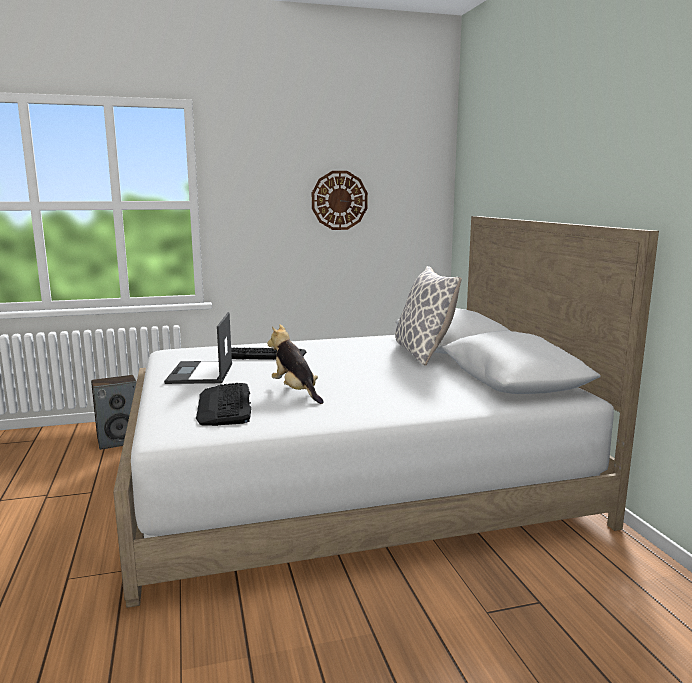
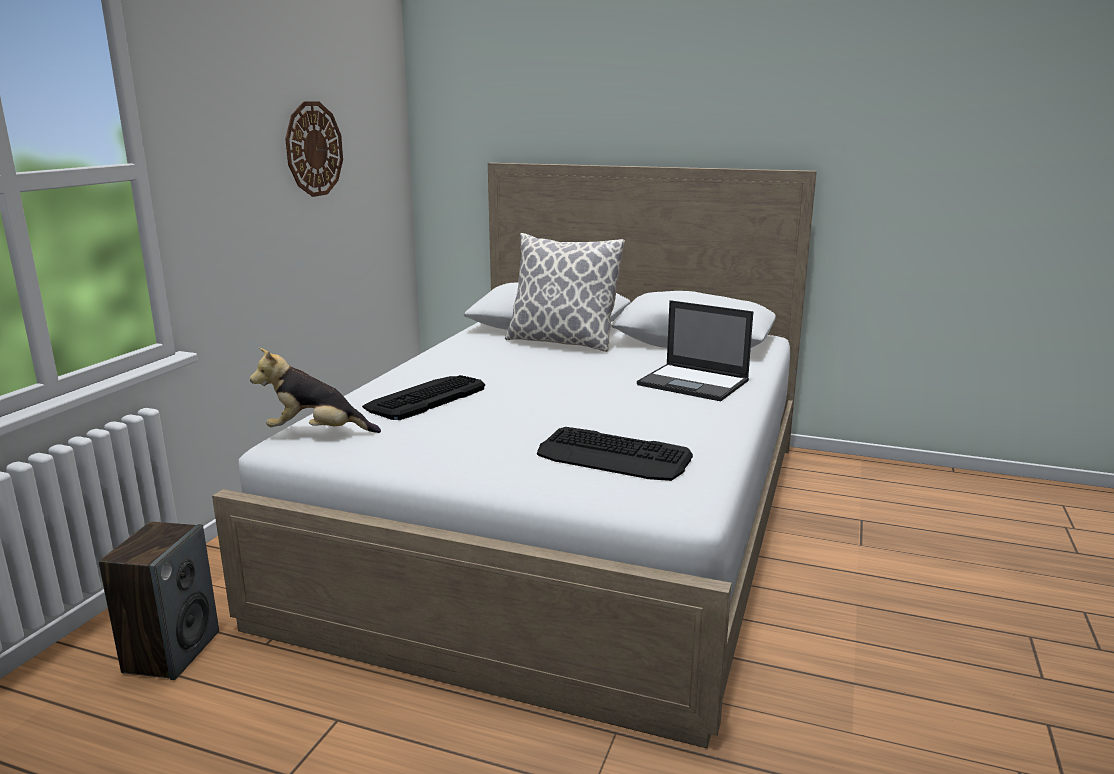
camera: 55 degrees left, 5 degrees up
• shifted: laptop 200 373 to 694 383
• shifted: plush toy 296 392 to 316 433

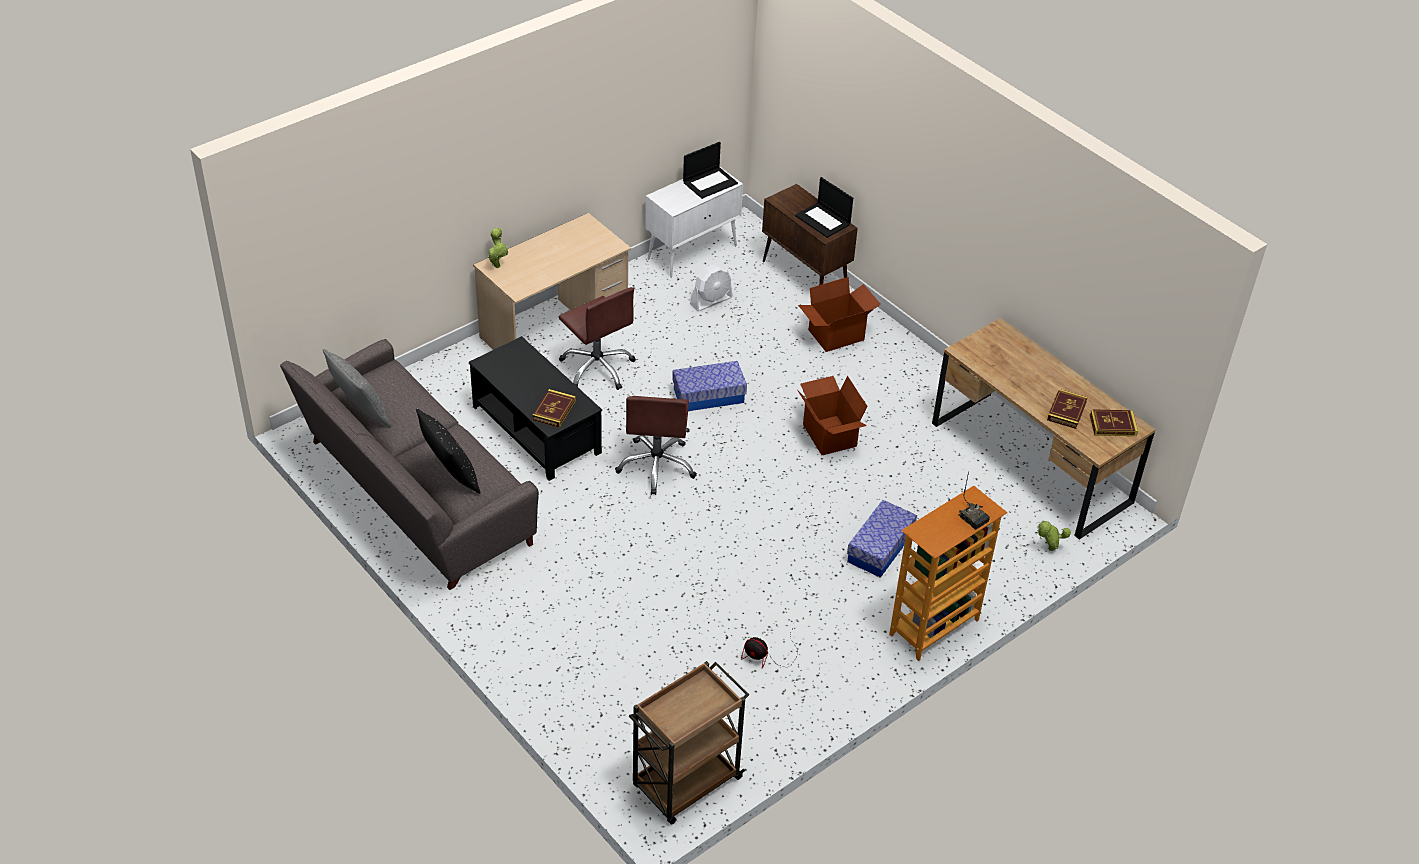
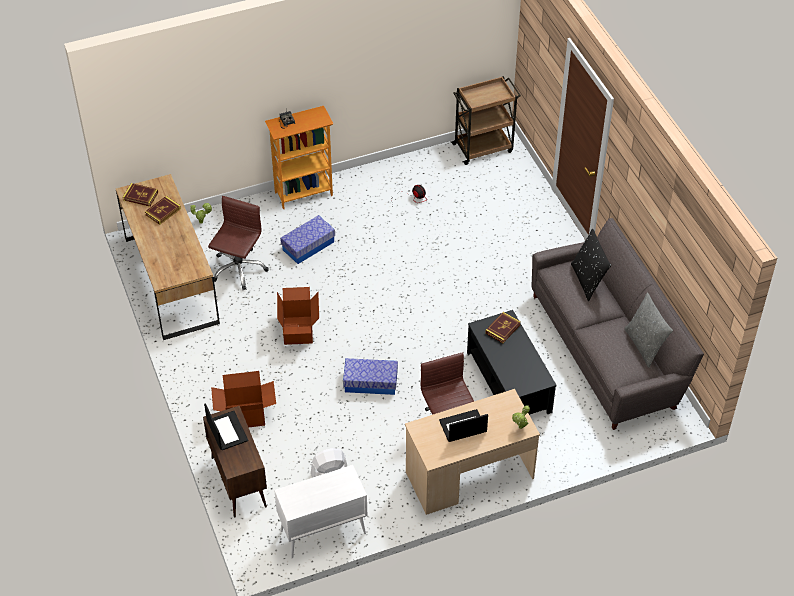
camera: 160 degrees left, 5 degrees up
• shifted: laptop 710 182 to 462 427
• shifted: computer chair (brown-coloured) 657 466 to 238 269

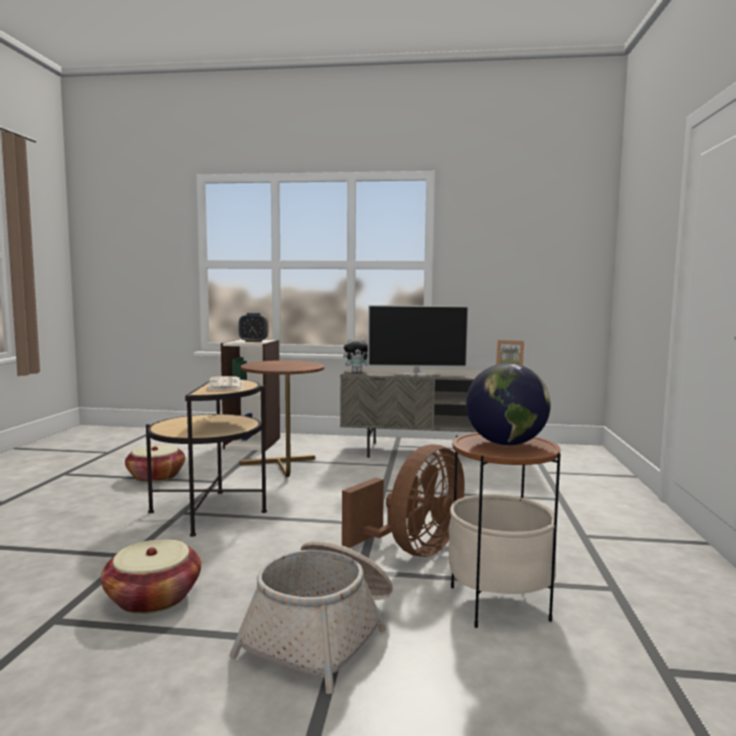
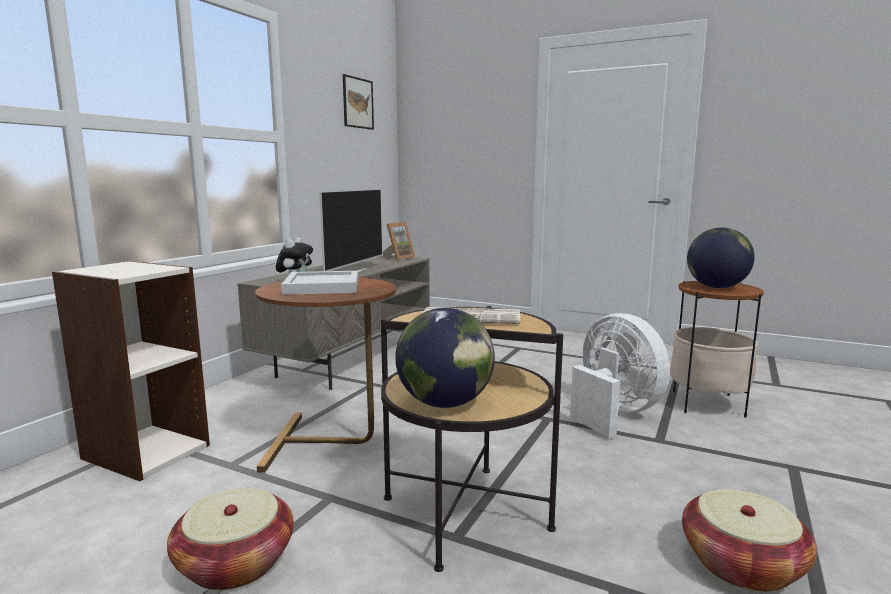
camera: 70 degrees left, 5 degrees up
• gone: bedside clock 253 341
• repainted: cooling fan (brown-coloured) 413 550 to cooling fan (white) 613 413
• gone: basket 322 633
• new: wall art 358 103
• new: tray (white) 323 286
• new: world globe 445 403

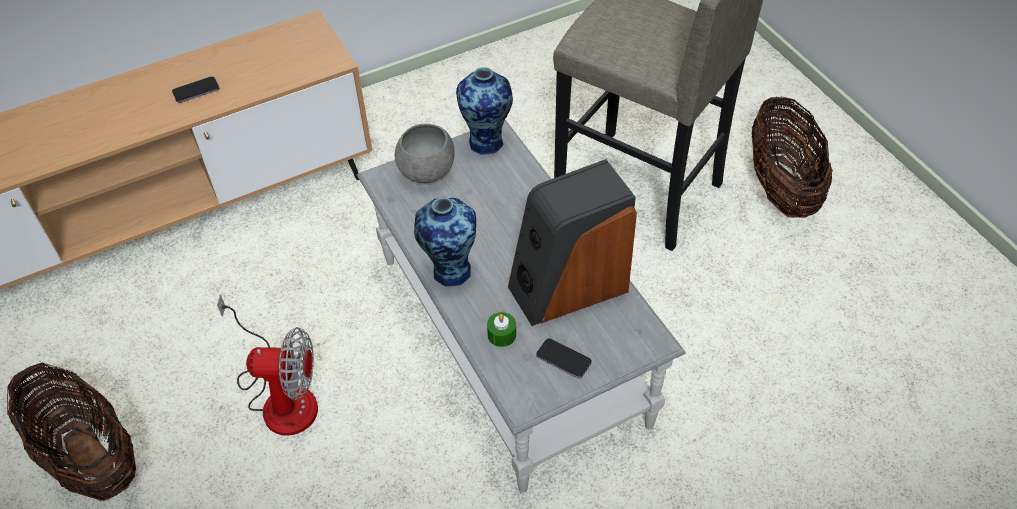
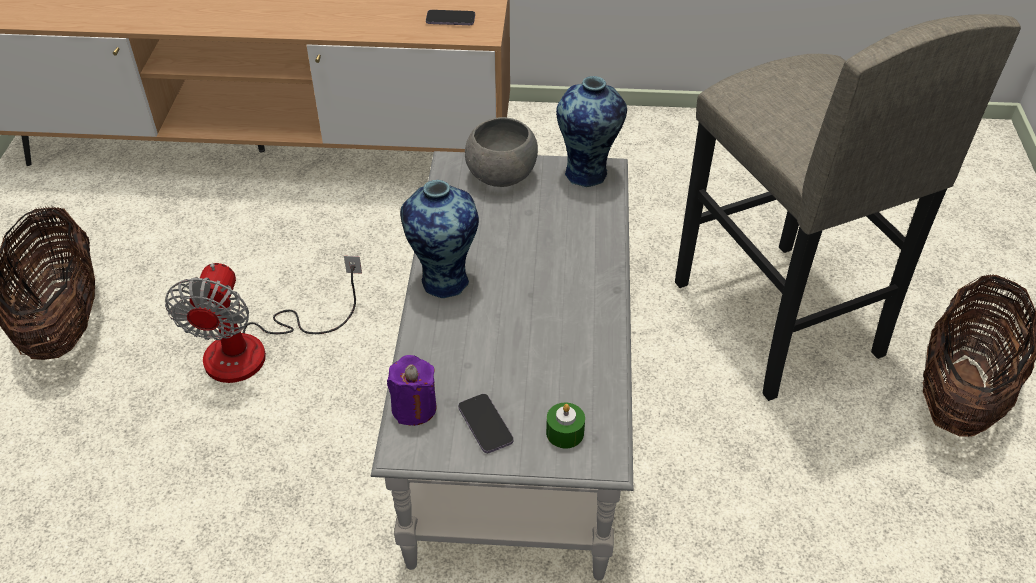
camera: 30 degrees right, 5 degrees down
• shifted: handset 196 91 to 450 19
• gone: speaker 568 287
• rotated: cooling fan 281 396 = 257 349 60 degrees clockwise
• shifted: candle (greenish) 502 335 to 565 433
• new: candle (purple) 414 408

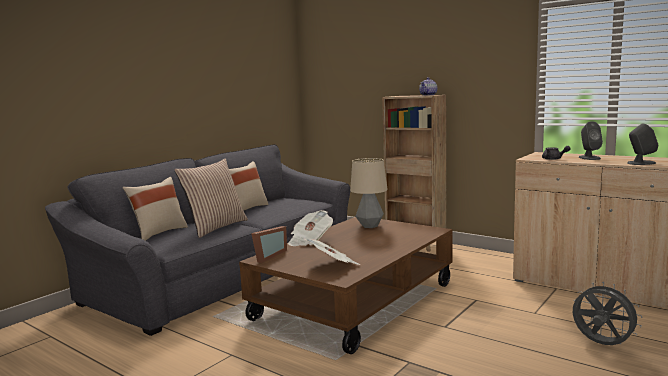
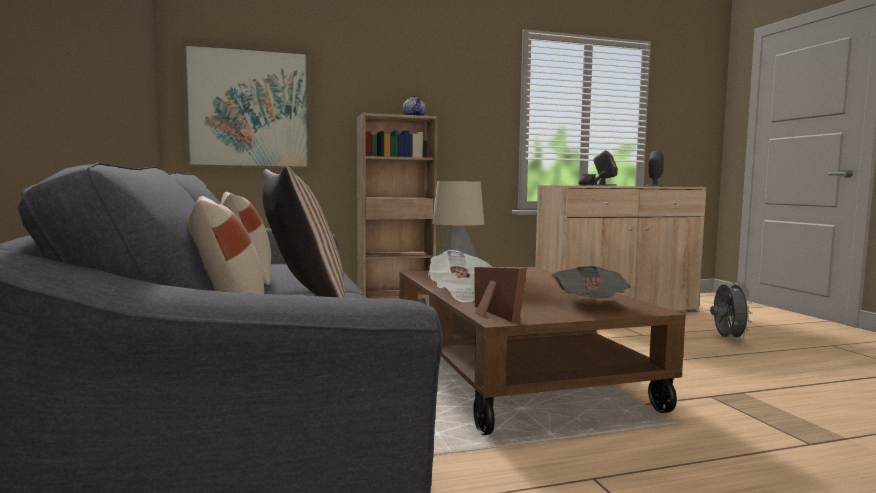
camera: 55 degrees left, 5 degrees down
• rotated: cooling fan (gray) 601 344 = 727 339 105 degrees clockwise
• new: wall art 248 108

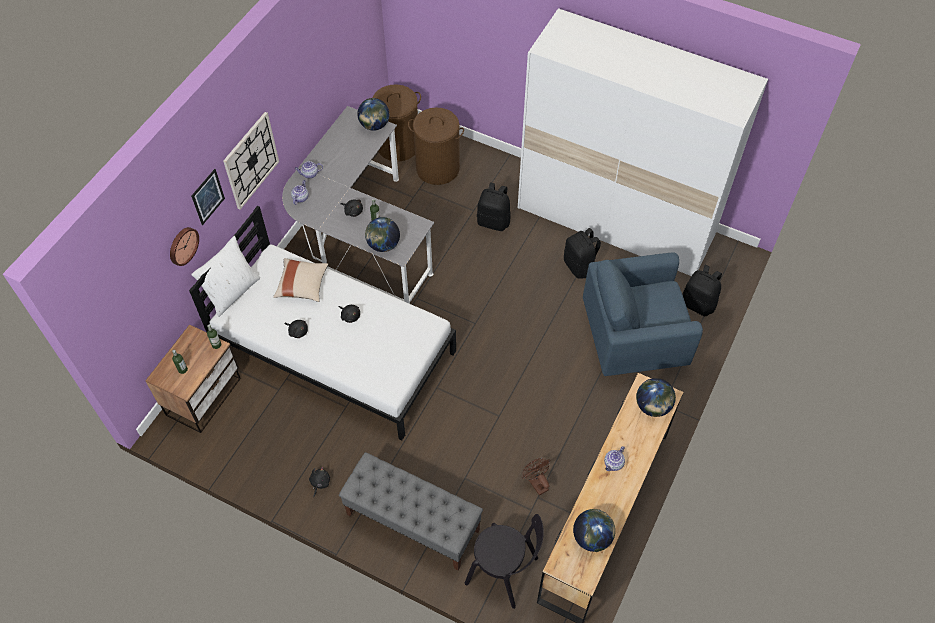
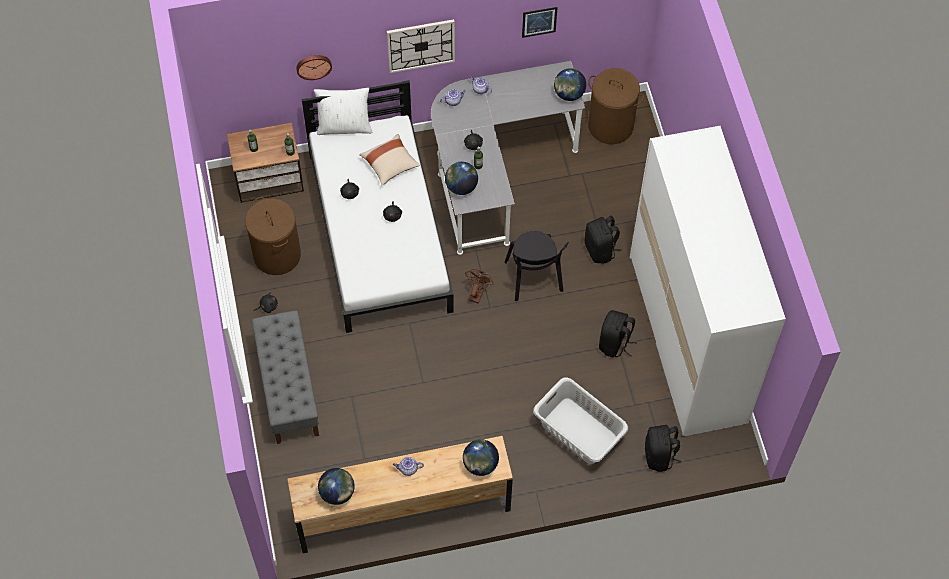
camera: 50 degrees right, 5 degrees up
• shifted: hamper (brown-coloured) 437 169 to 276 255
• shifted: wall art 208 197 to 539 21
• swapped: lounge chair (blue-coloured) 634 339 to hamper (gray) 578 430
• shifted: cooling fan (brown-coloured) 536 483 to 477 292
• shifted: plain chair (black) 505 572 to 534 279

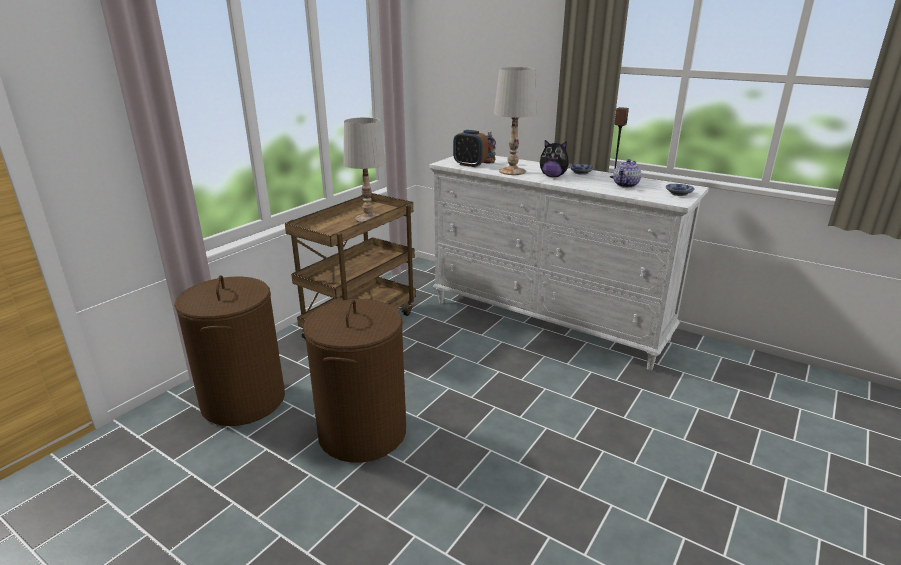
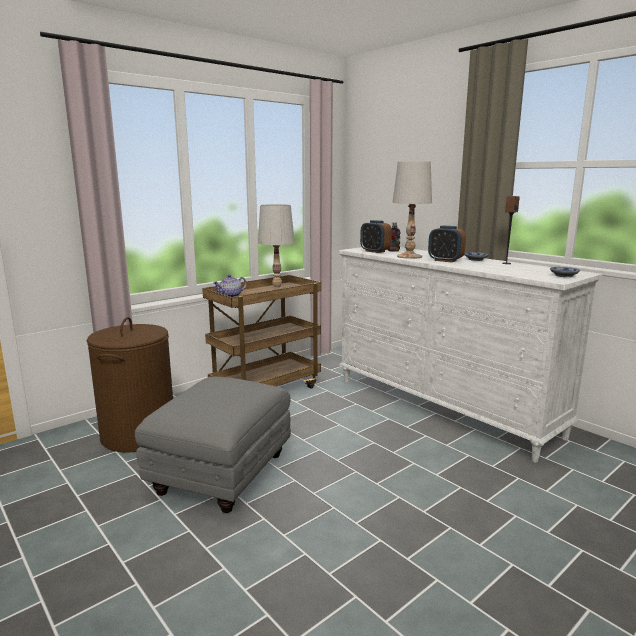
camera: 15 degrees right, 10 degrees down
• swapped: plush toy 553 176 to bedside clock 445 260
• shifted: tea pot 626 185 to 230 296
• swapped: hamper (brown-coloured) 362 432 to footrest (gray) 222 473

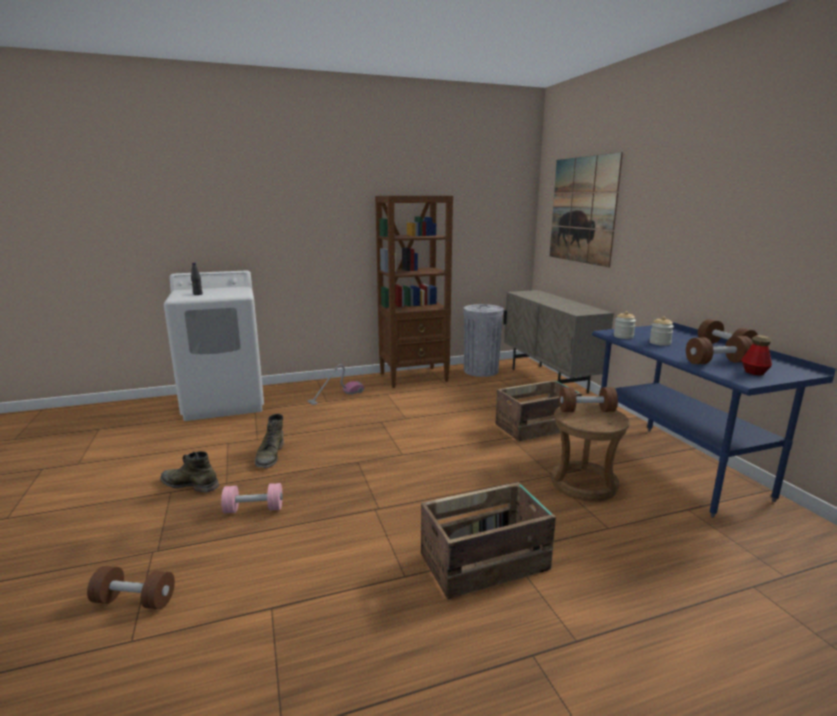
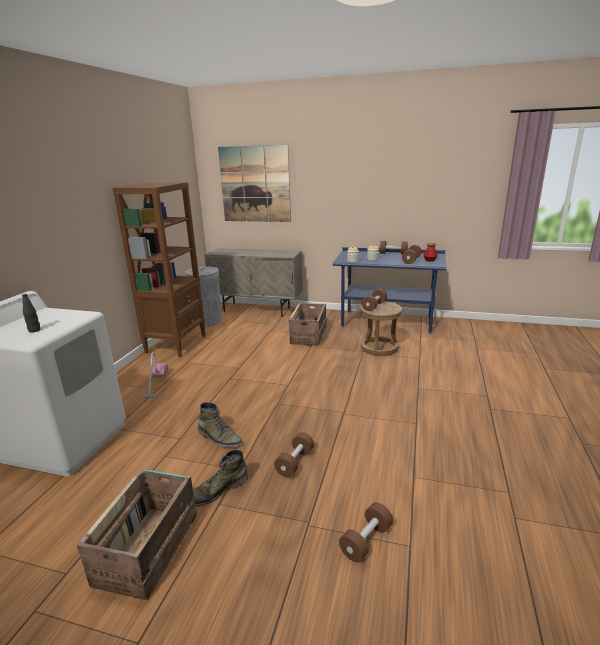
camera: 55 degrees left, 5 degrees up
• shifted: packing crate 486 562 to 149 547
• repainted: dumbbell (pink-coloured) 254 509 to dumbbell (brown-coloured) 295 462

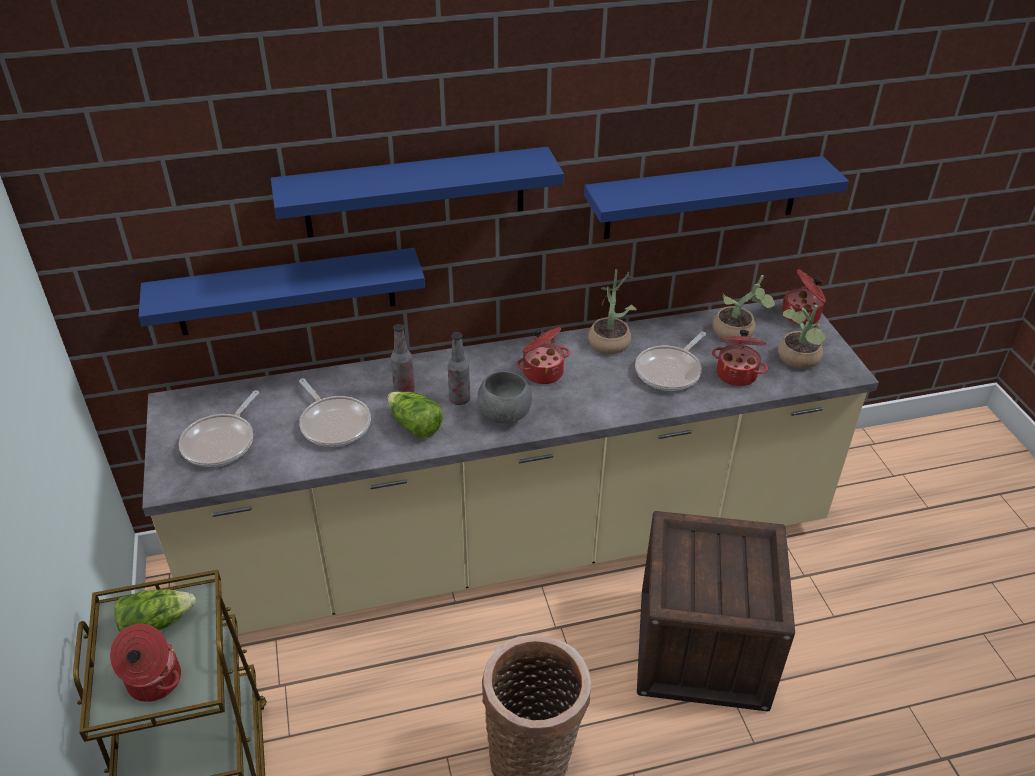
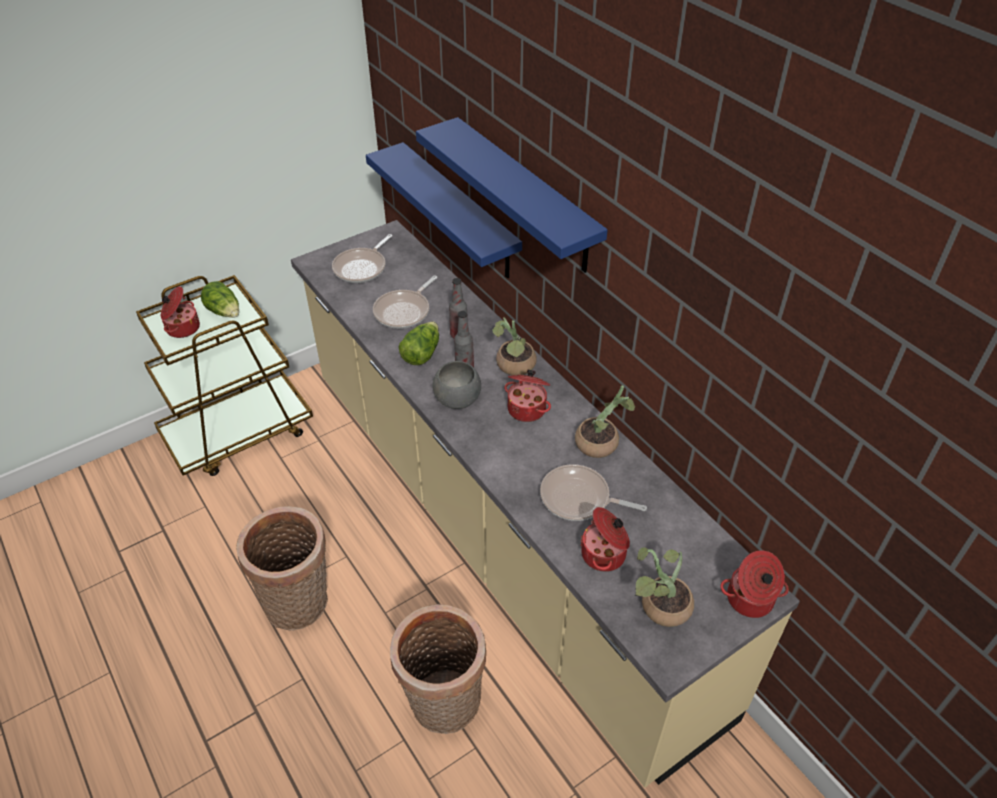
camera: 70 degrees right, 5 degrees up
• gone: bracket shelf (blue-coloured) 702 198
• shifted: potted plant 737 334 to 514 367
• rotated: frying pan 221 442 = 362 267 60 degrees counterclockwise
• swapped: packing crate 702 648 to basket 444 706

